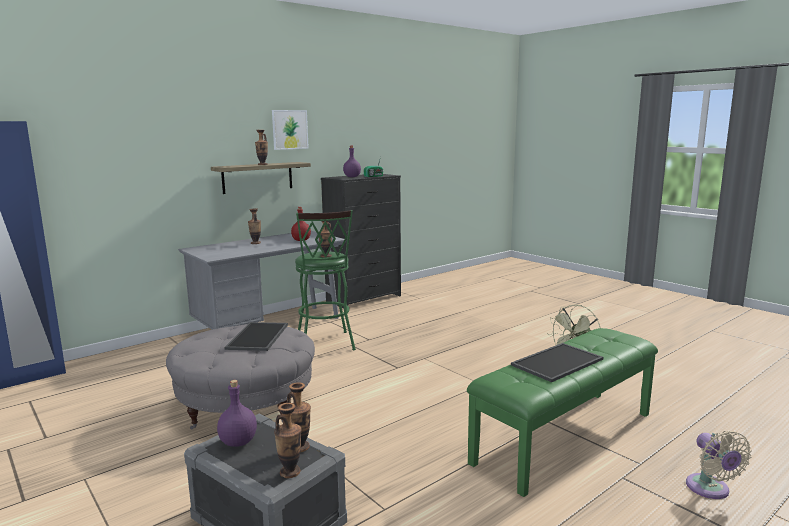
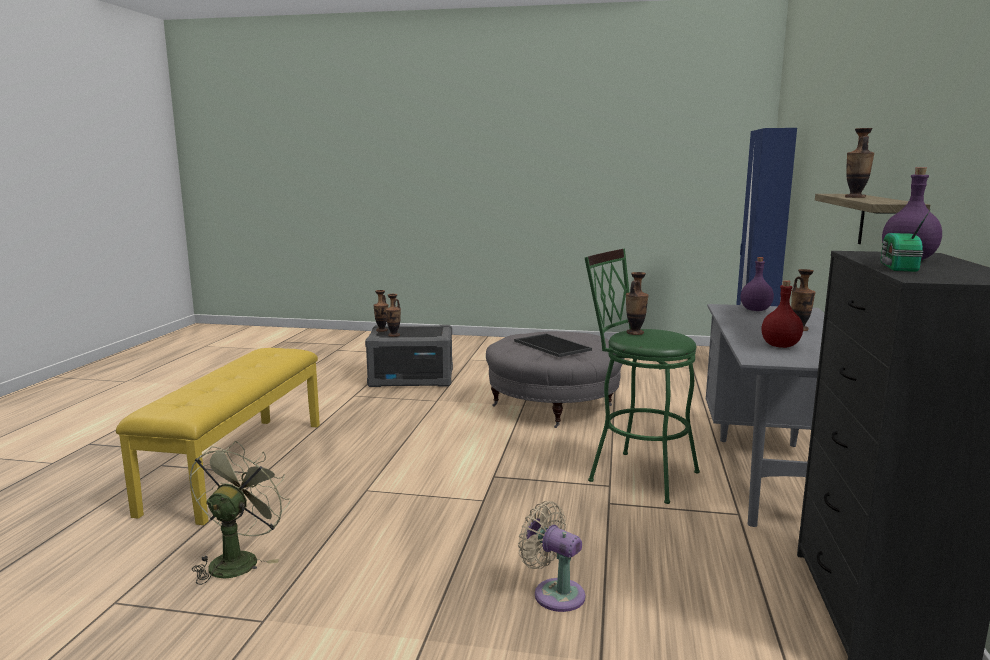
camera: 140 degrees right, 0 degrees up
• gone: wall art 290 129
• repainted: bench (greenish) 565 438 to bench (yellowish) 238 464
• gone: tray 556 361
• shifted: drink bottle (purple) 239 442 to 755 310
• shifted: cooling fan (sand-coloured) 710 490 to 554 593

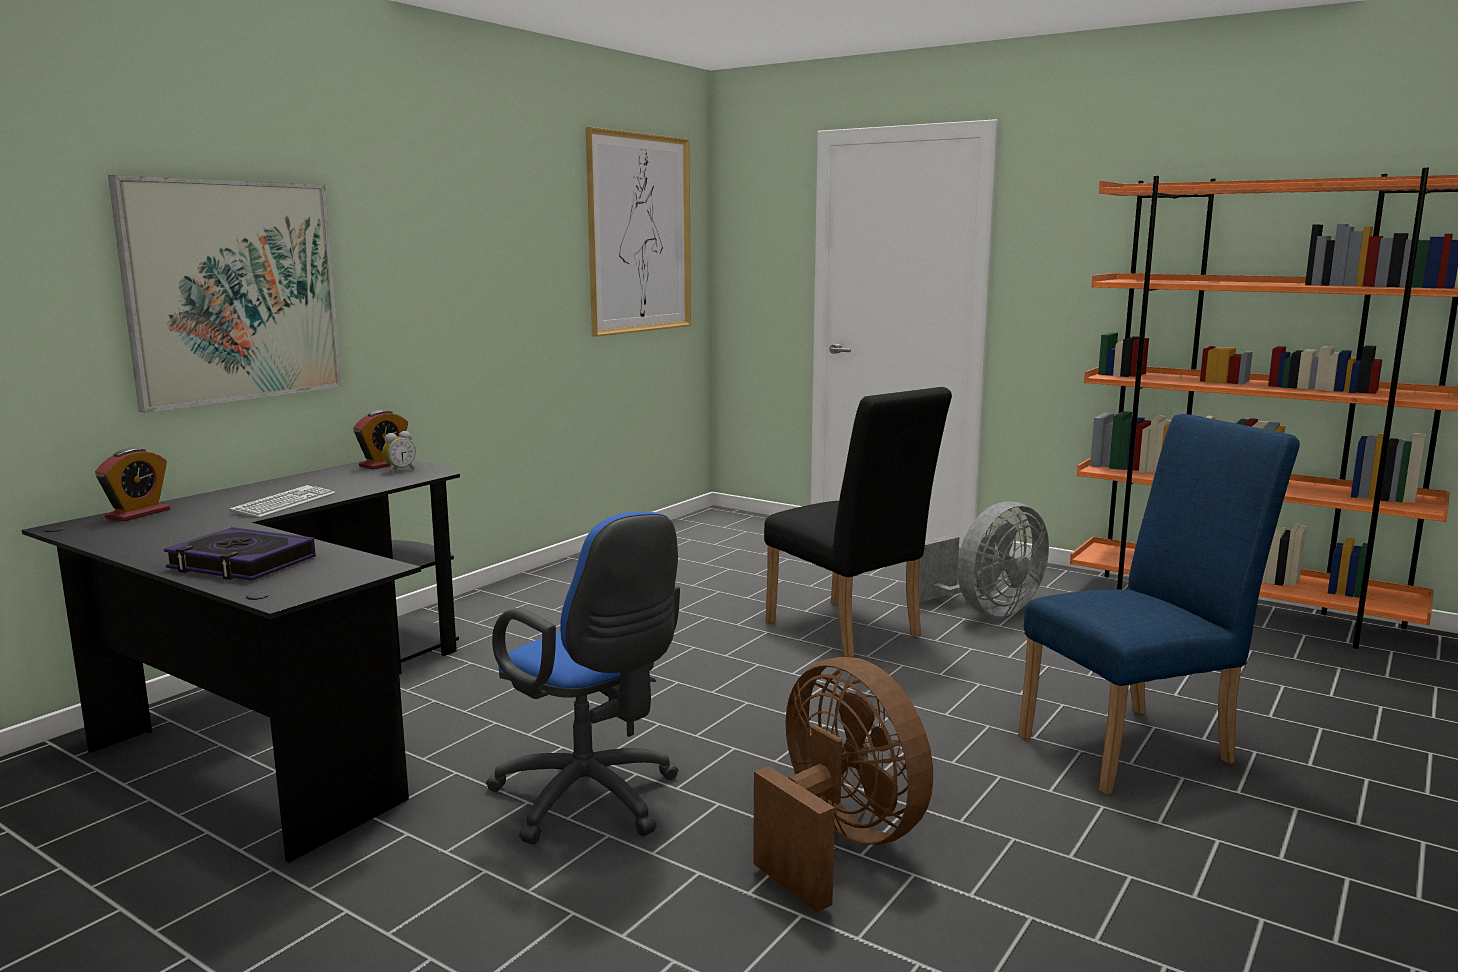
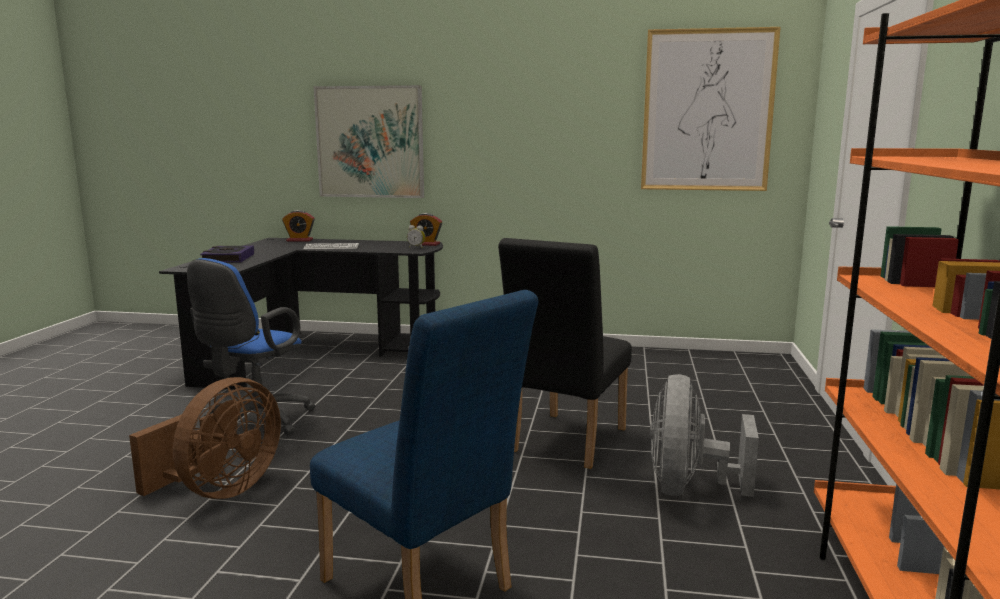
camera: 65 degrees right, 0 degrees up
• rotated: cooling fan (gray) 985 611 = 688 488 75 degrees clockwise

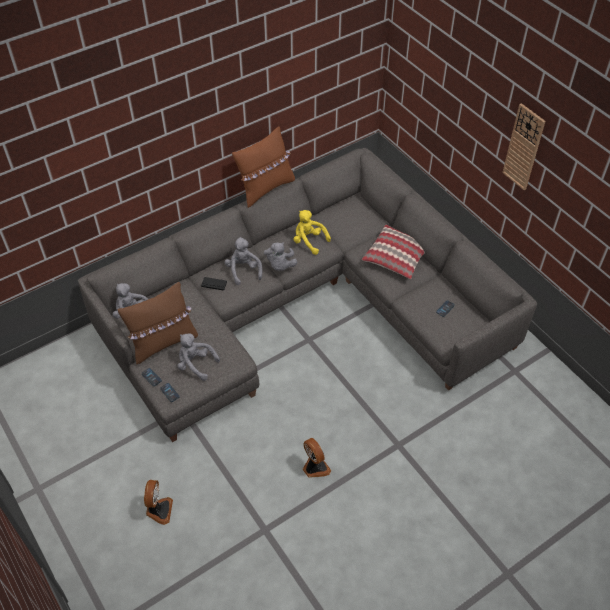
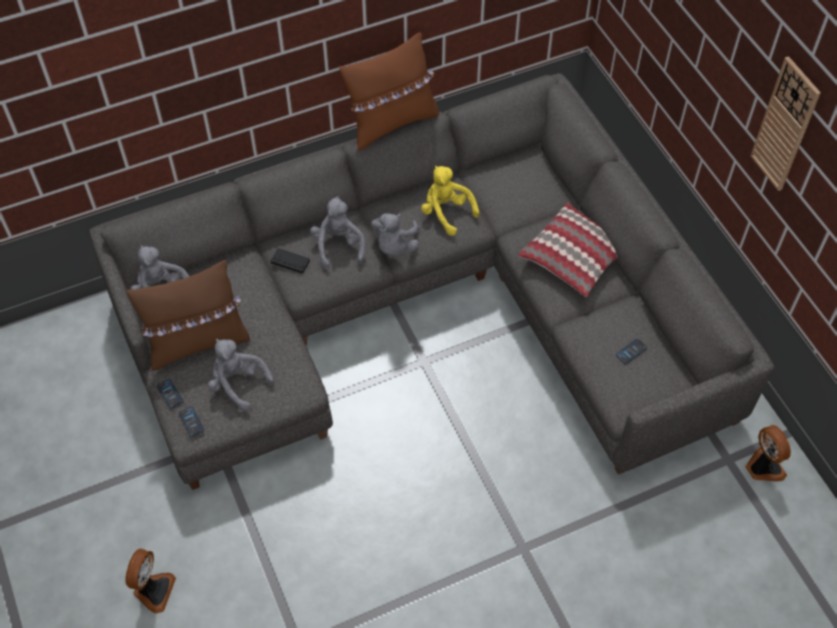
camera: 10 degrees right, 5 degrees up
• shifted: cooling fan 315 467 to 763 467

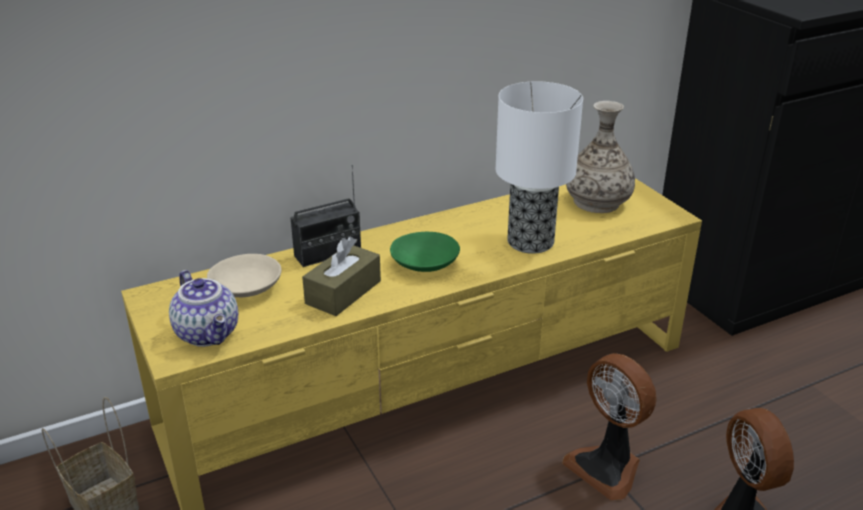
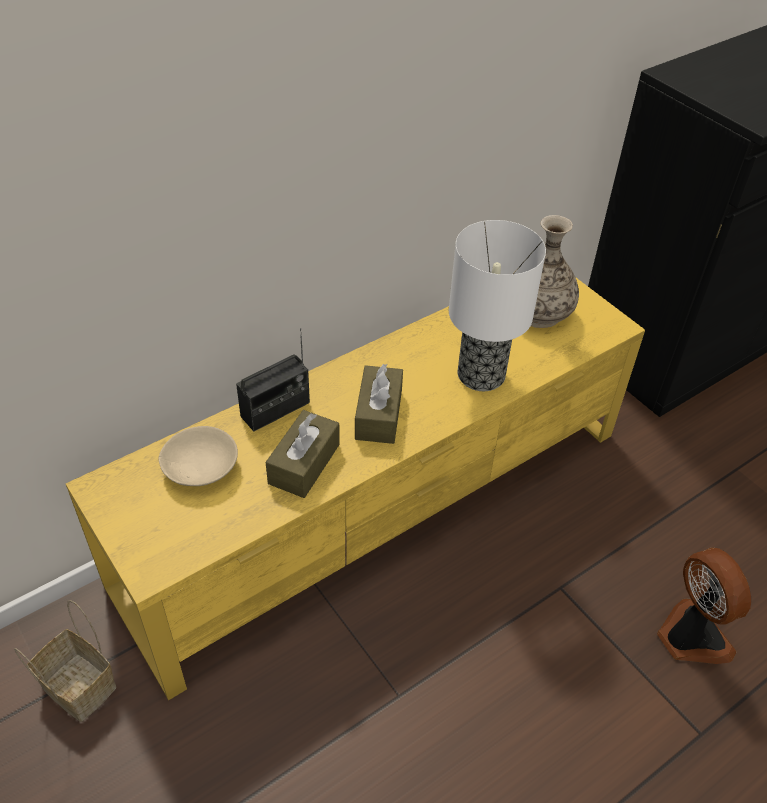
camera: 10 degrees left, 15 degrees up
• swapped: bowl (greenish) 424 263 to tissue box (brown-coloured) 378 414
• gone: tea pot 209 333
• gone: cooling fan 607 467

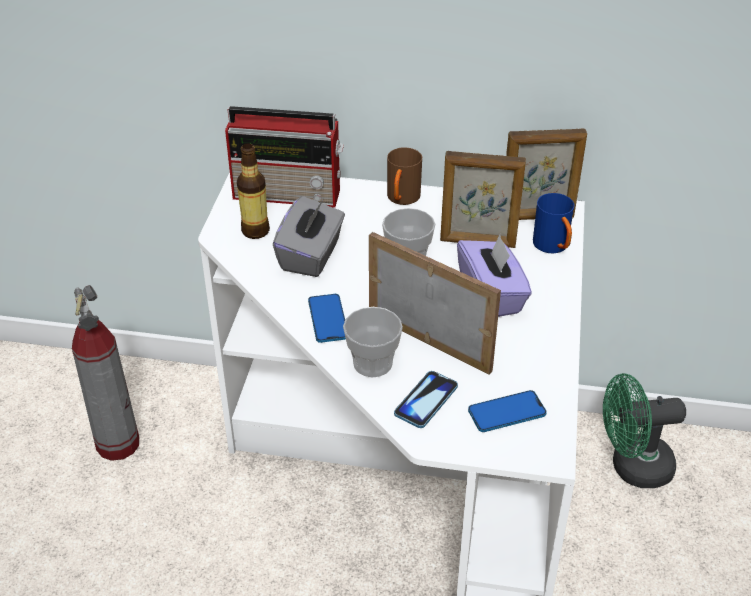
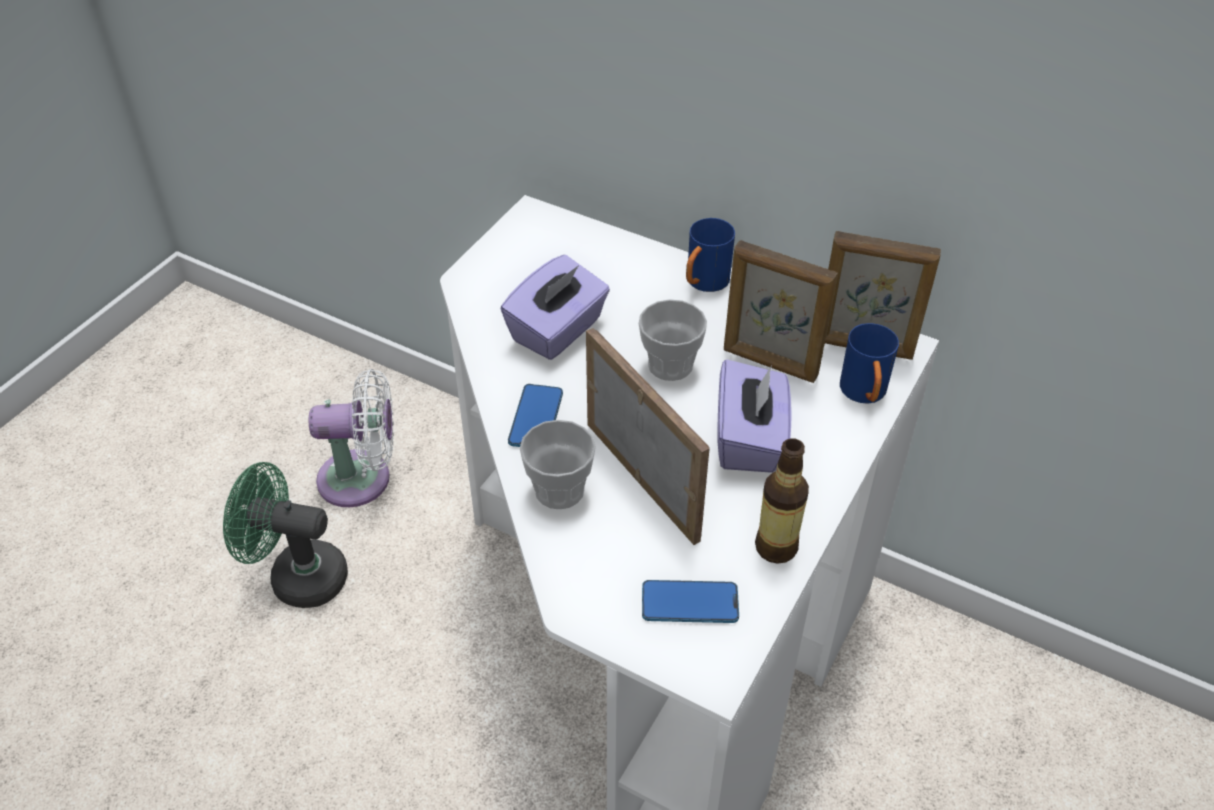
camera: 20 degrees right, 5 degrees up
• gone: radio set 289 193
• shifted: drink bottle 255 231 to 776 547
• repainted: mug (brown-coloured) 402 200 to mug (blue-coloured) 703 284
• repainted: tissue box (gray) 311 256 to tissue box (purple) 558 331
• swapped: fire-fighting cylinder 118 444 to cooling fan (white) 362 479
• gone: handset 426 400
• shifted: cooling fan (greenish) 632 467 to 297 576

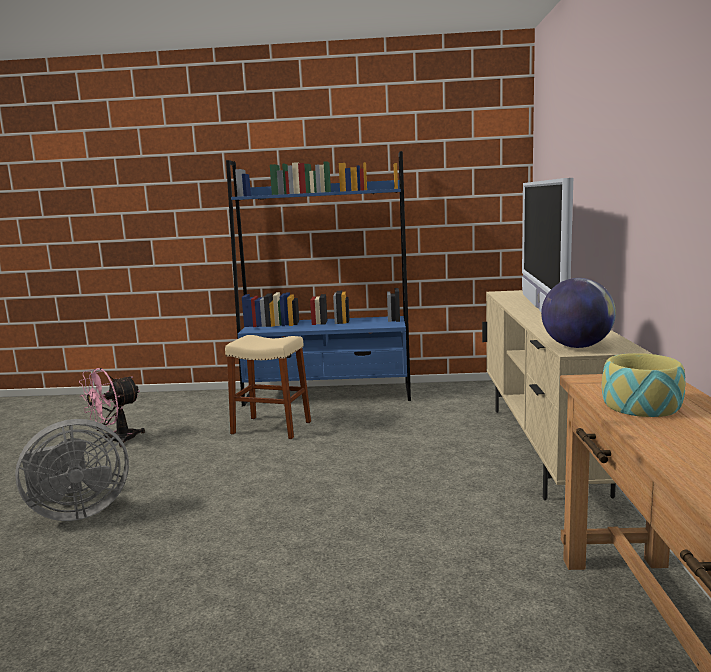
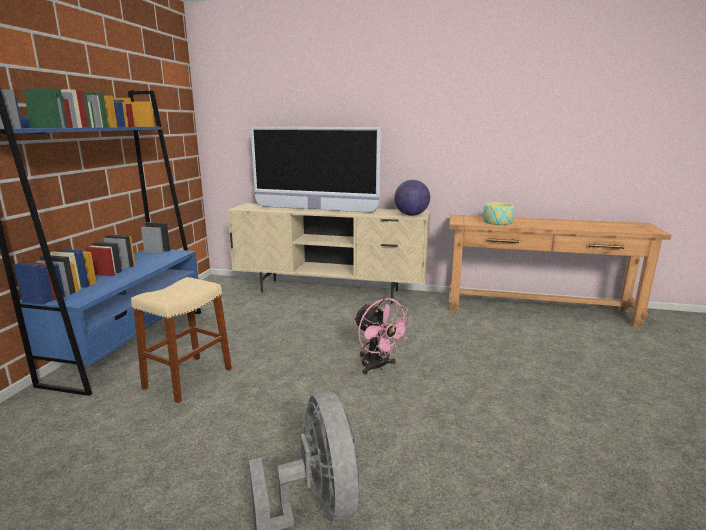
camera: 80 degrees left, 5 degrees up
• shifted: cooling fan (pink-coloured) 116 440 to 377 367

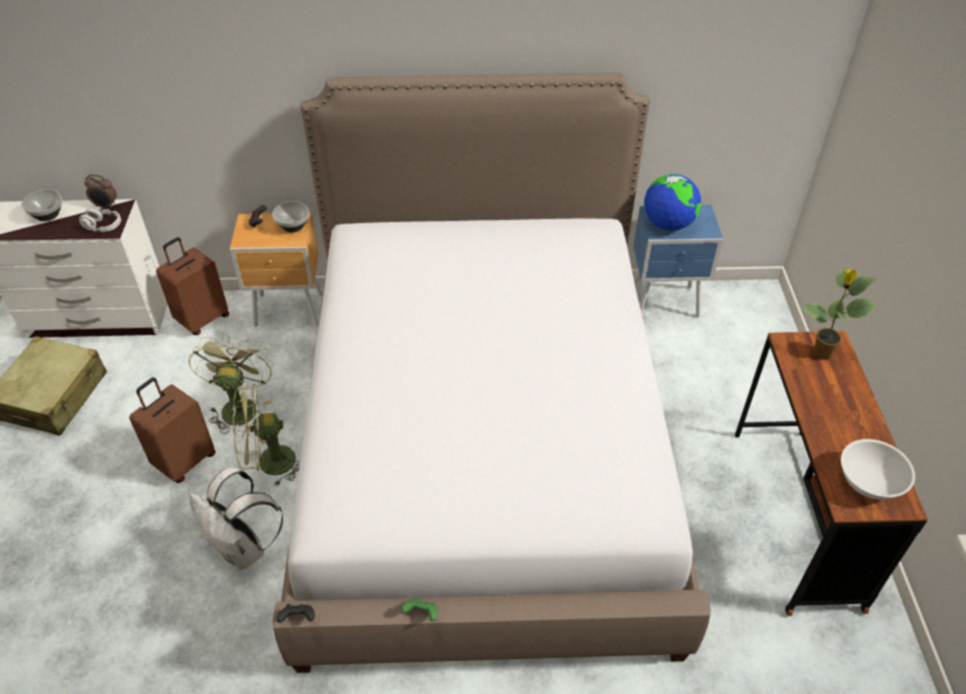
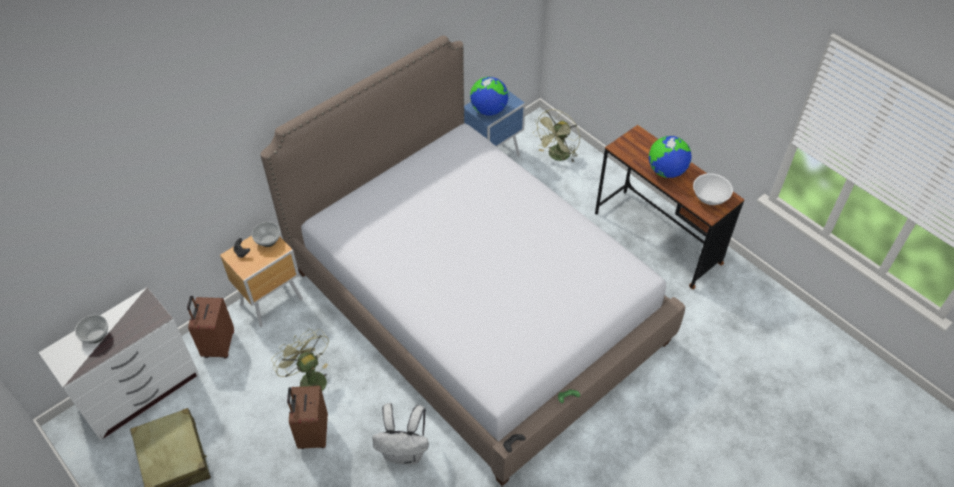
camera: 40 degrees left, 5 degrees up
• gone: bedside clock 106 206
• gone: headset (gray) 102 225
• gone: potted plant 821 354
• shifted: cooling fan (greenish) 268 464 to 557 156
• new: world globe 666 171

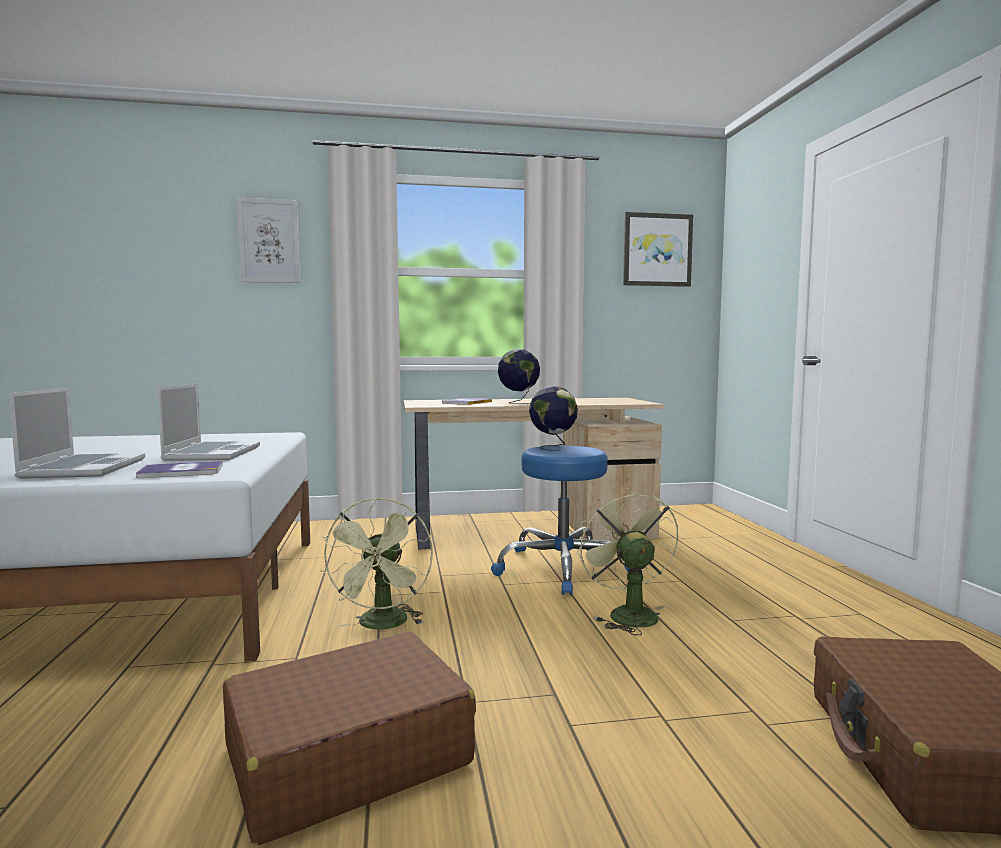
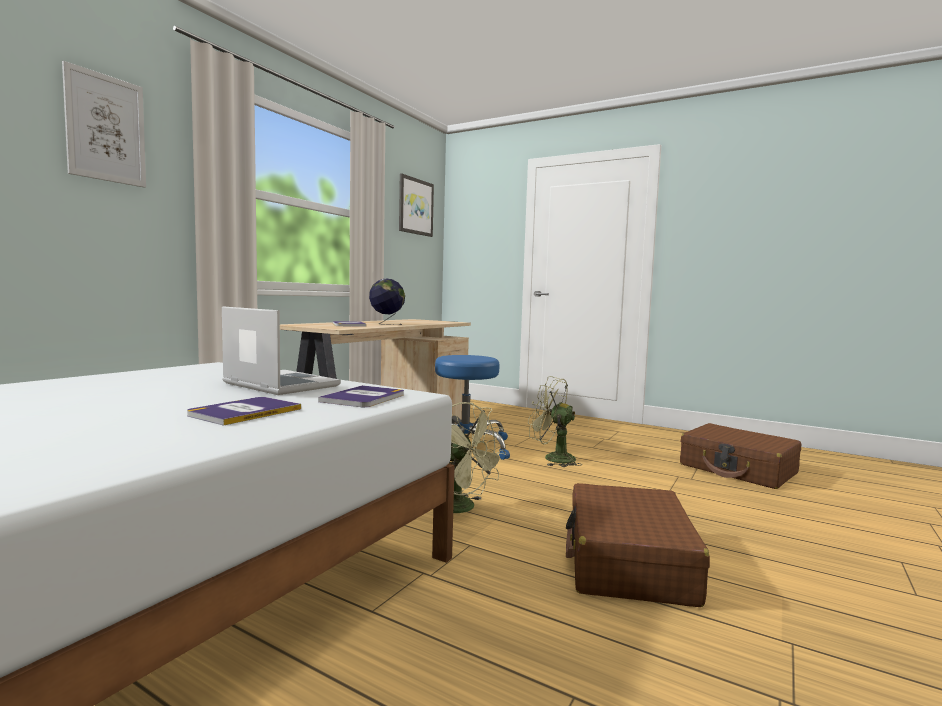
camera: 50 degrees left, 0 degrees up
• gone: world globe 553 447
• swapped: laptop 84 468 to bound book 244 412

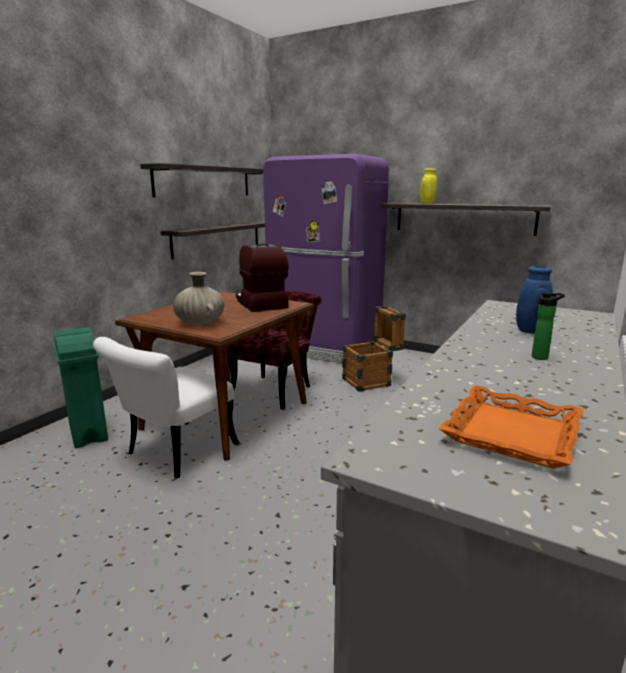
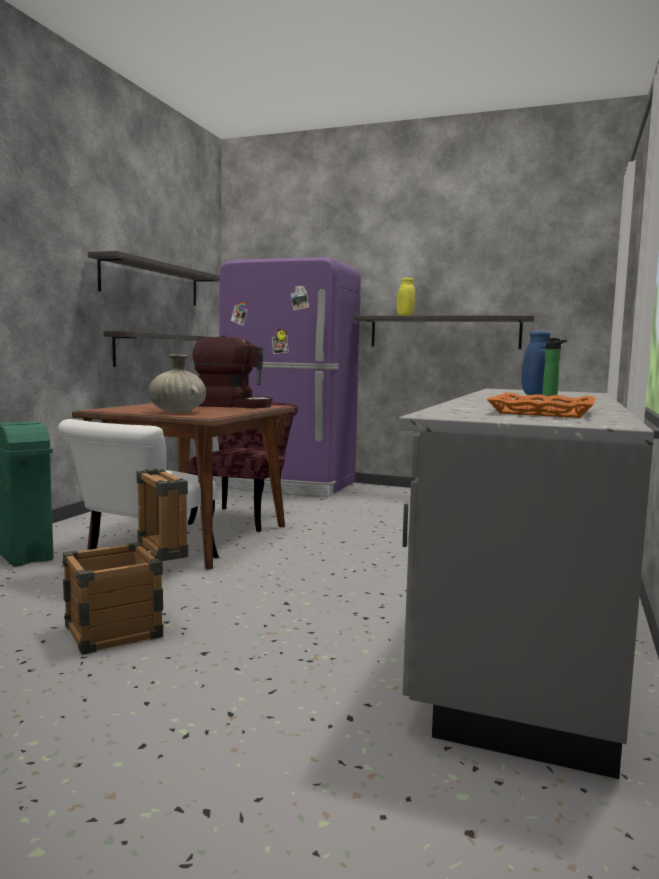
camera: 10 degrees left, 10 degrees down
• rotated: coffee brewer 259 304 = 233 405 135 degrees clockwise
• shifted: packing crate 372 381 to 127 629

